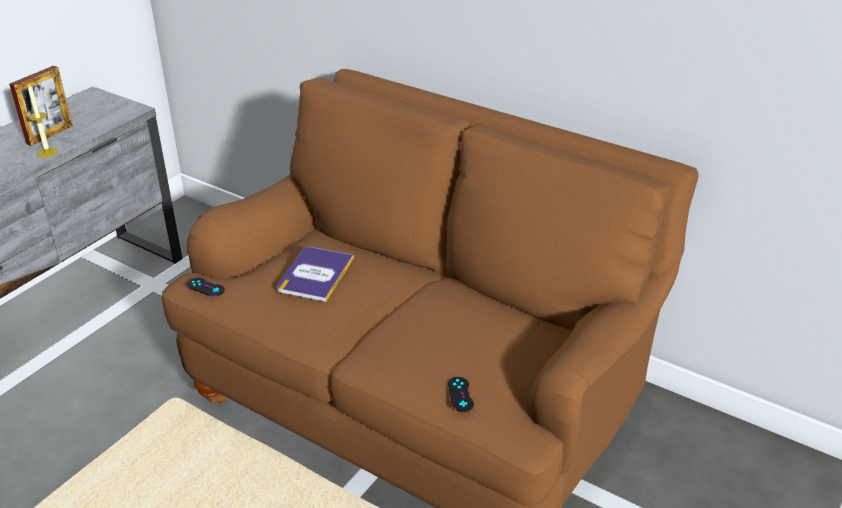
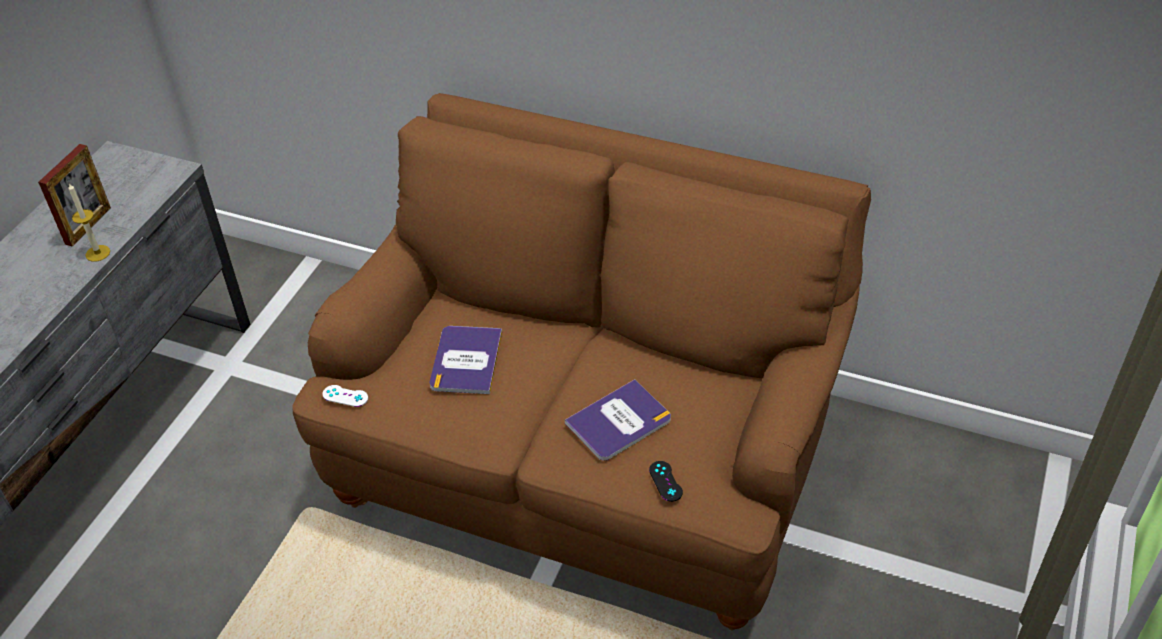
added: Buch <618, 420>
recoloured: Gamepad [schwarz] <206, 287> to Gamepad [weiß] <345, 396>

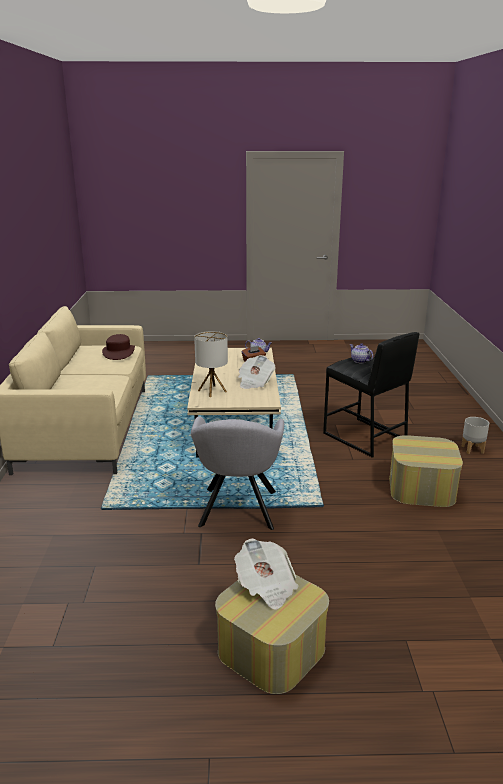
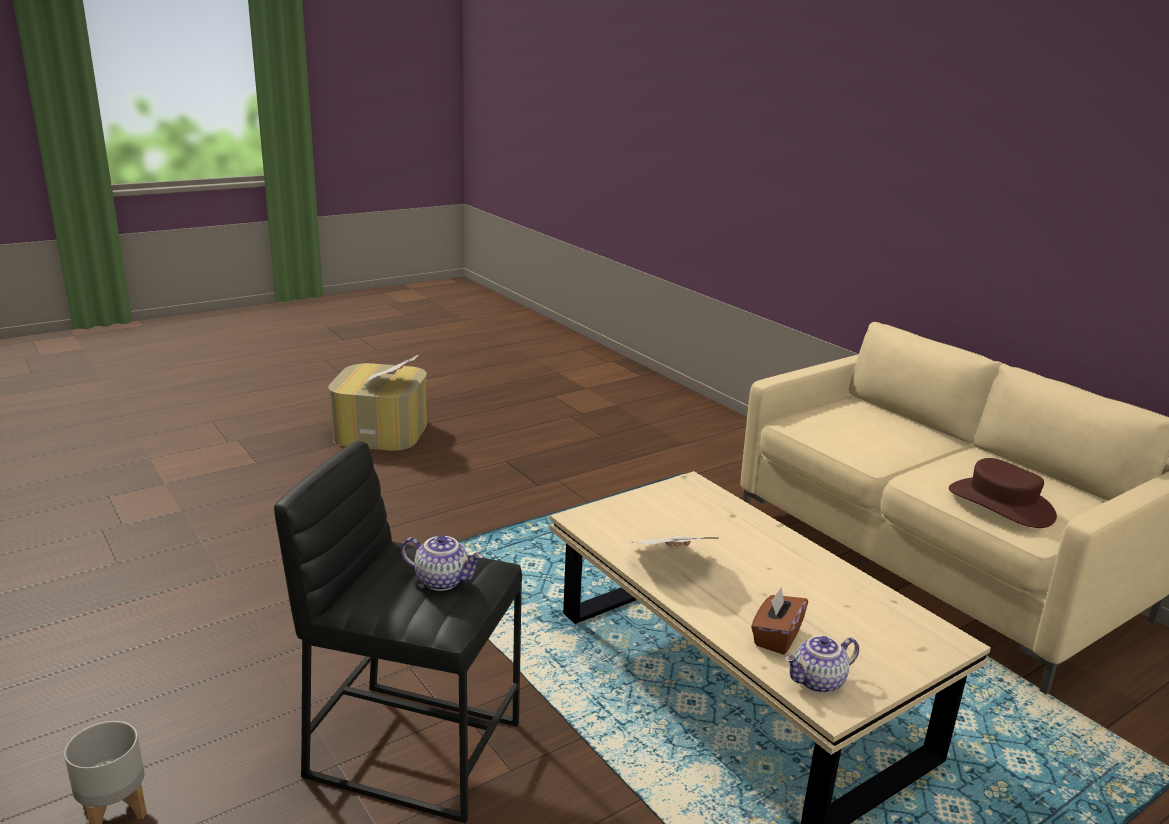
removed: Tischlampe <211, 364>; Sessel [grau] <237, 473>; Polsterhocker <426, 471>

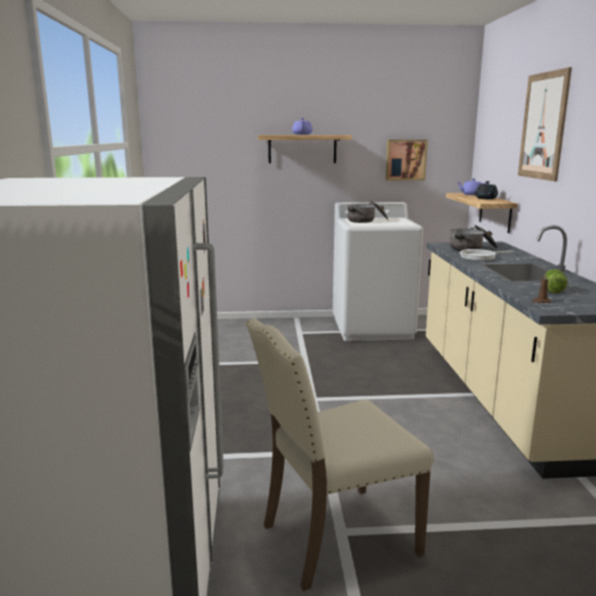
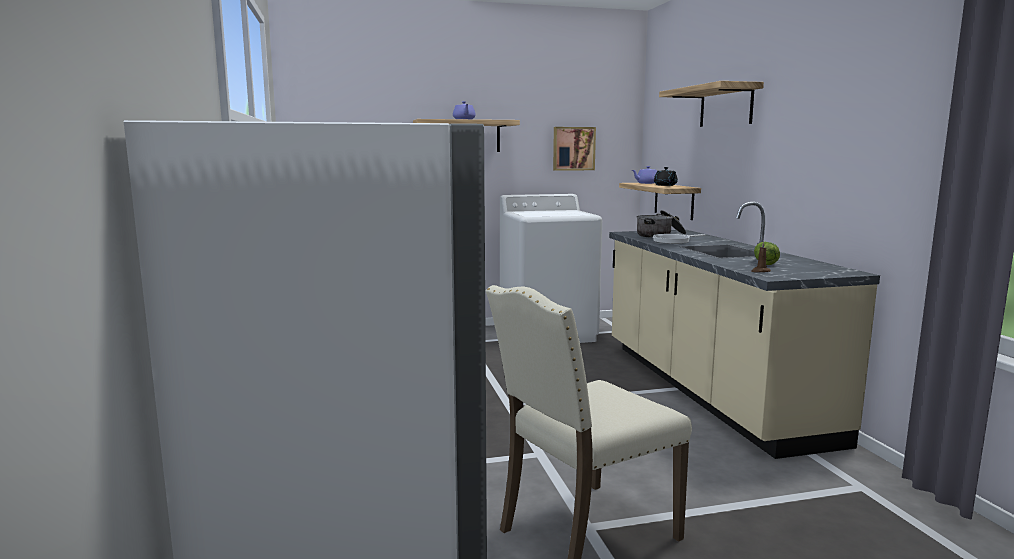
removed: Kochtopf <368, 212>
replaced: Bild <545, 124> to Wandregal <711, 104>

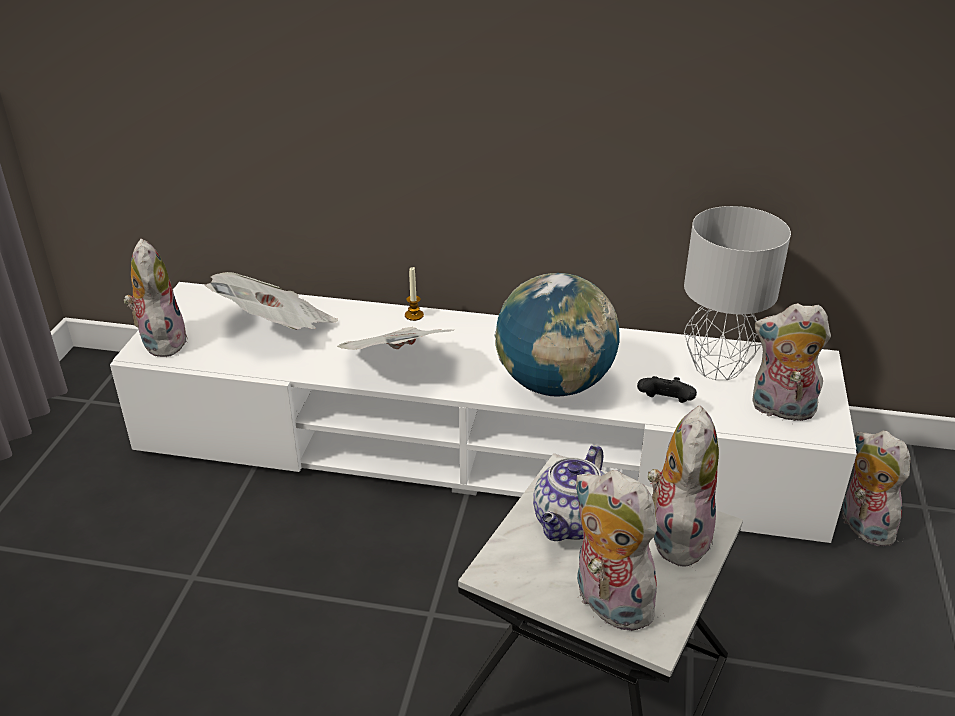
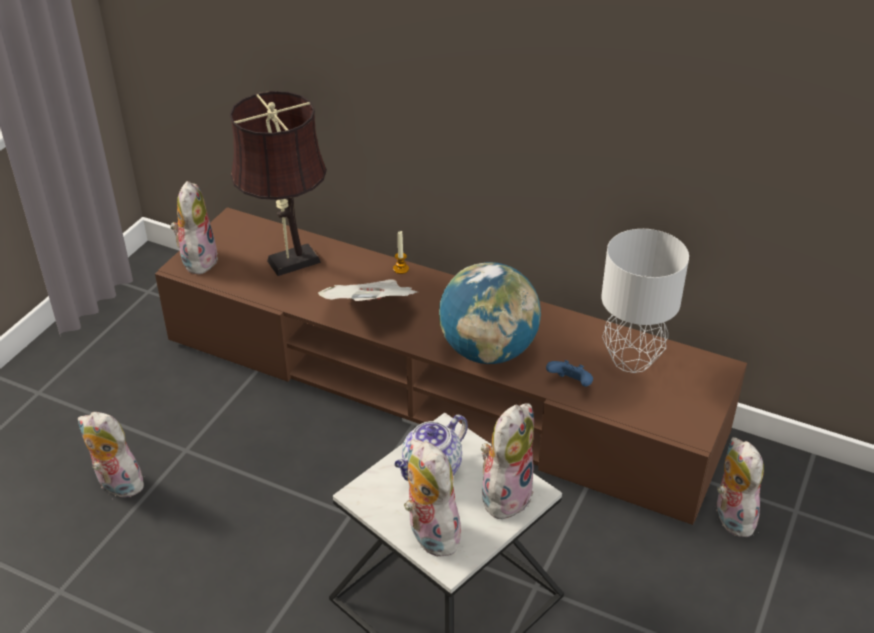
moved: Plüschtier <791, 362> to <113, 455>
replaced: Zeitung <271, 301> to Tischlampe [braun] <278, 183>
recoloured: Fernsehschrank [weiß] <483, 412> to Fernsehschrank [braun] <451, 366>; Gamepad [schwarz] <667, 389> to Gamepad [blau] <569, 373>

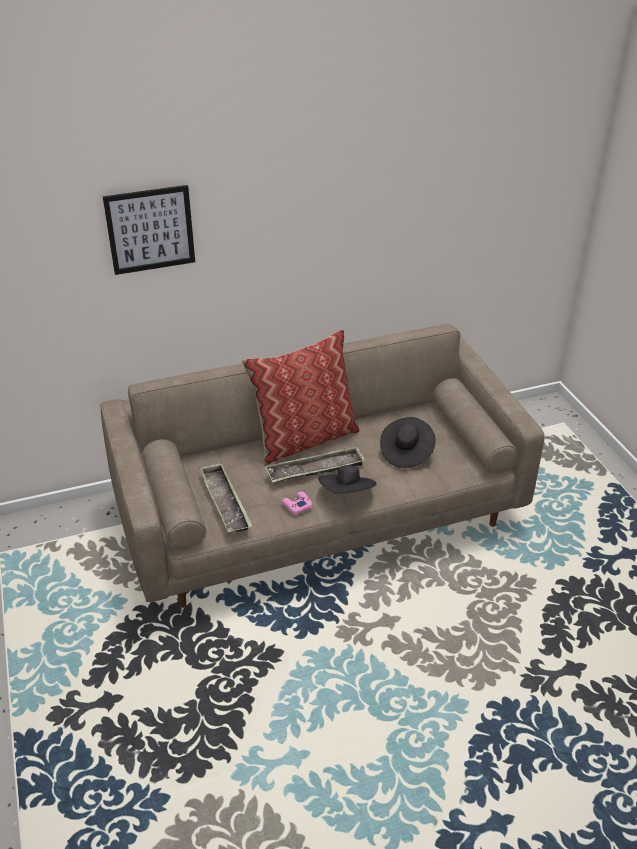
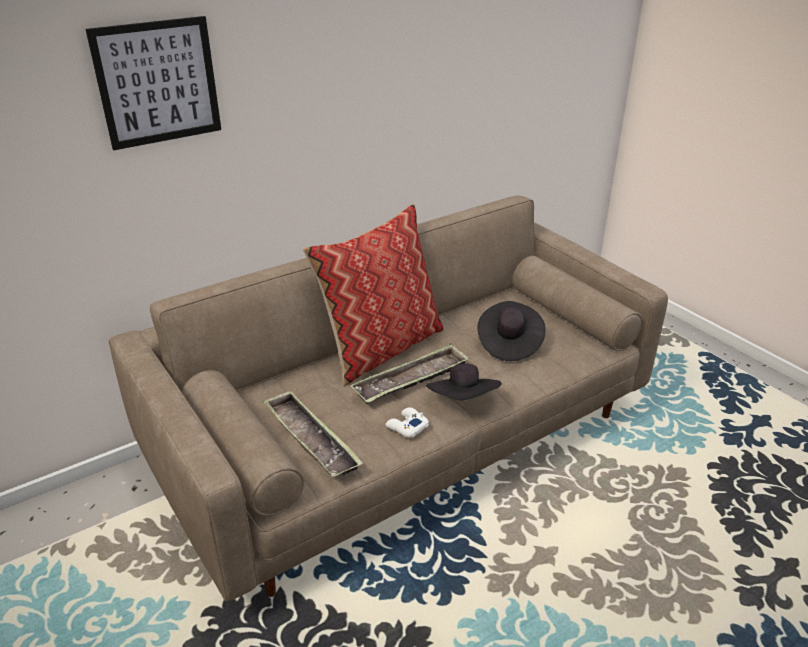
recoloured: Gamepad [rosa] <297, 502> to Gamepad [weiß] <407, 422>

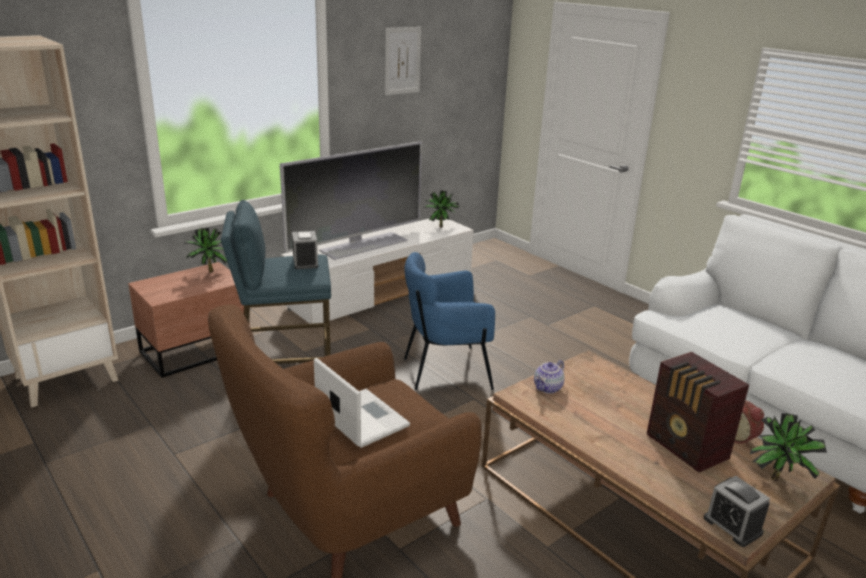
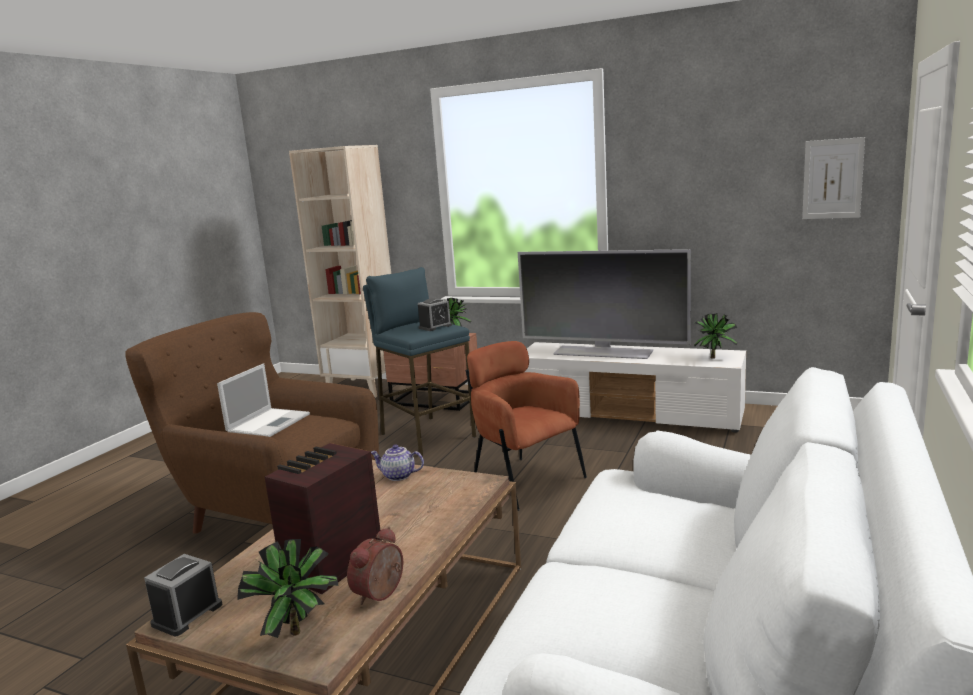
moved: Bild <403, 61> to <833, 178>
recoloured: Sessel [blau] <449, 321> to Sessel [braun] <526, 426>

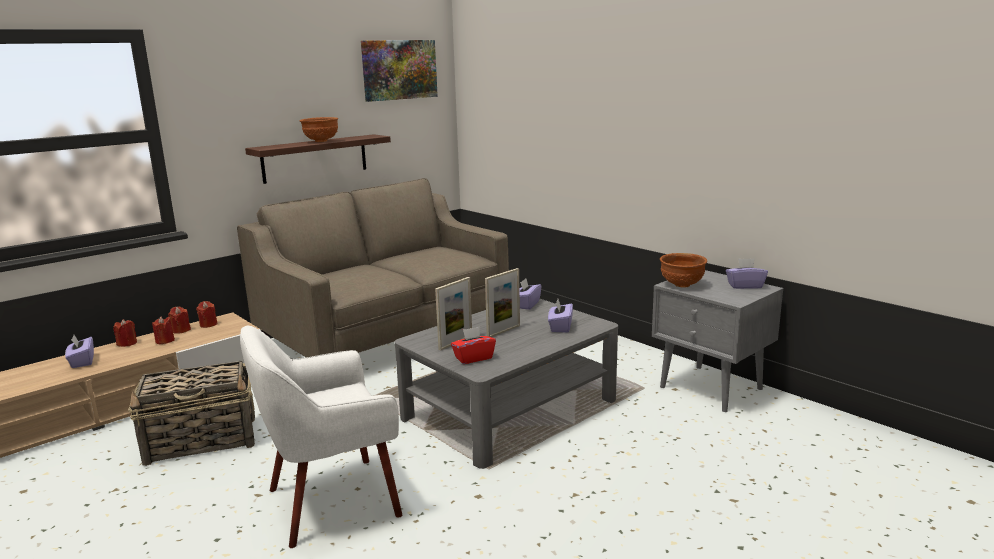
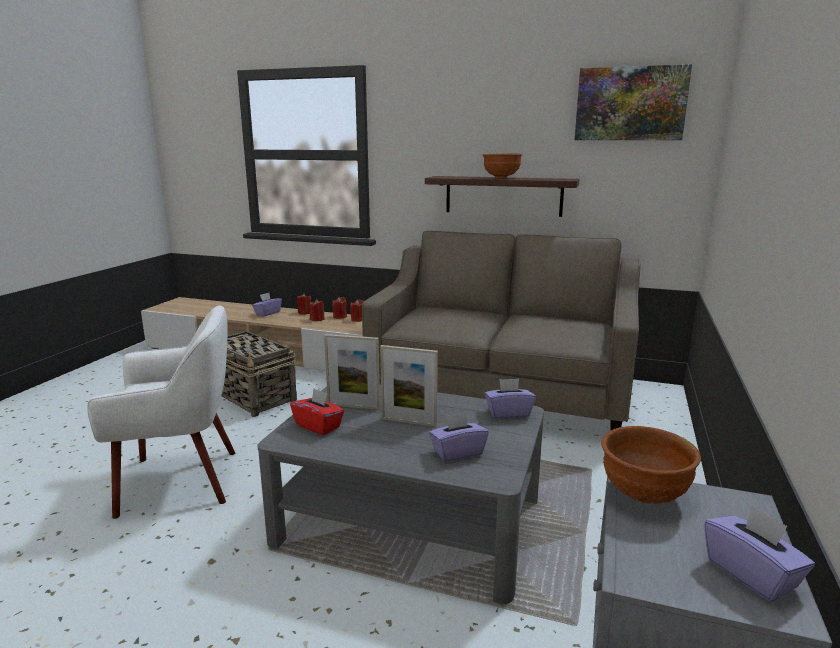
turned: Sessel [weiß] <321, 437> = <161, 412> 135 degrees clockwise

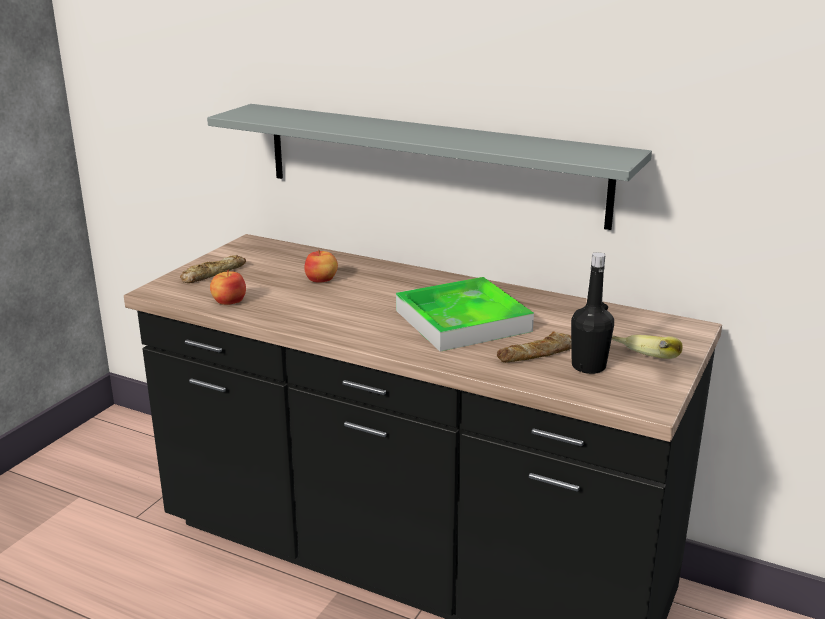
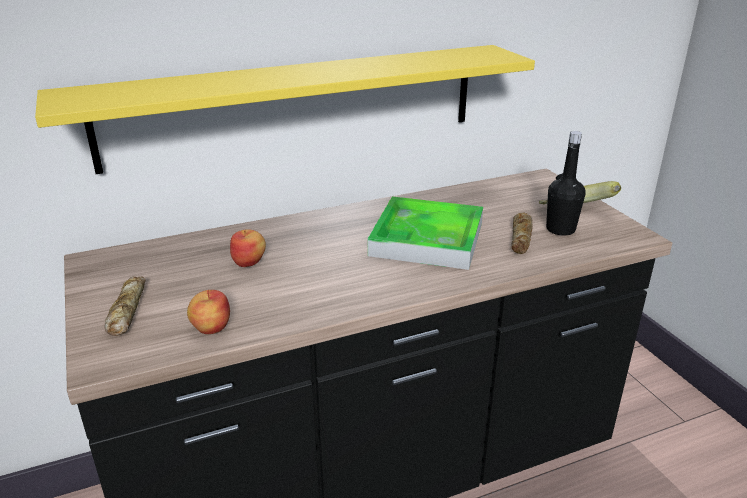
recoloured: Wandregal [grau] <429, 167> to Wandregal [gelb] <285, 109>

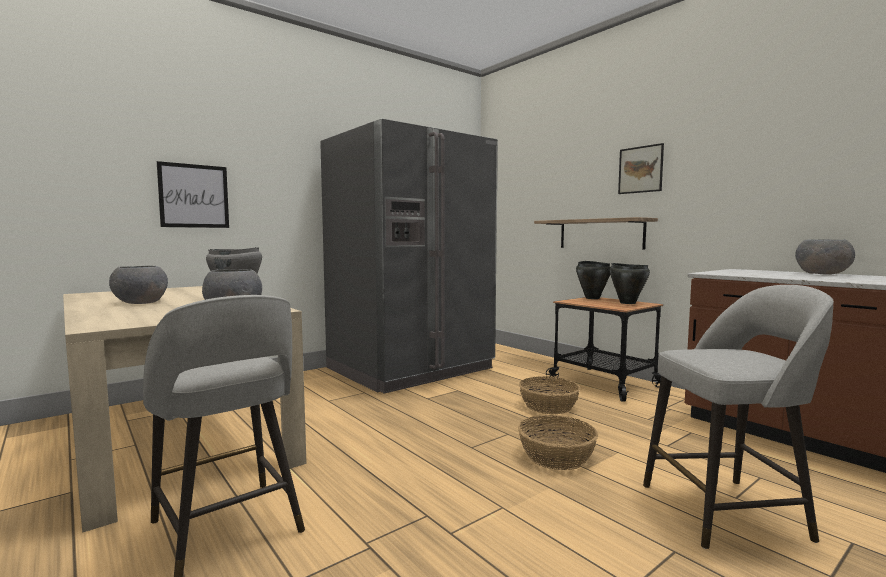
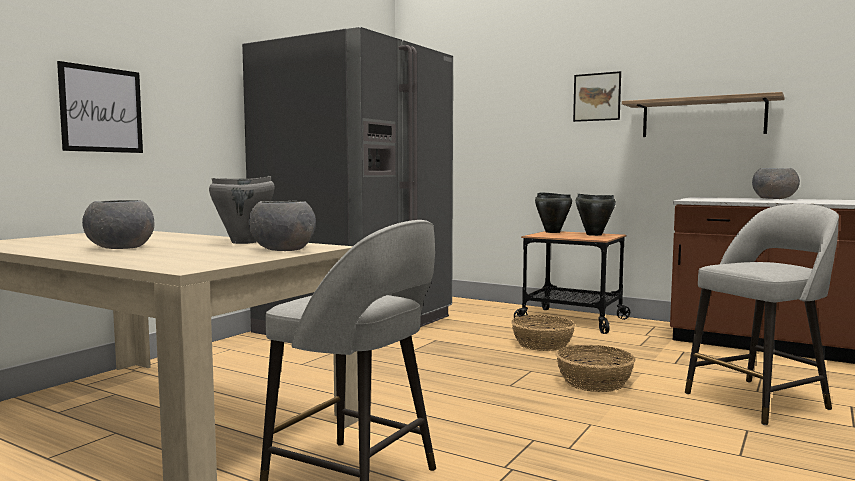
moved: Wandregal <596, 233> to <703, 114>

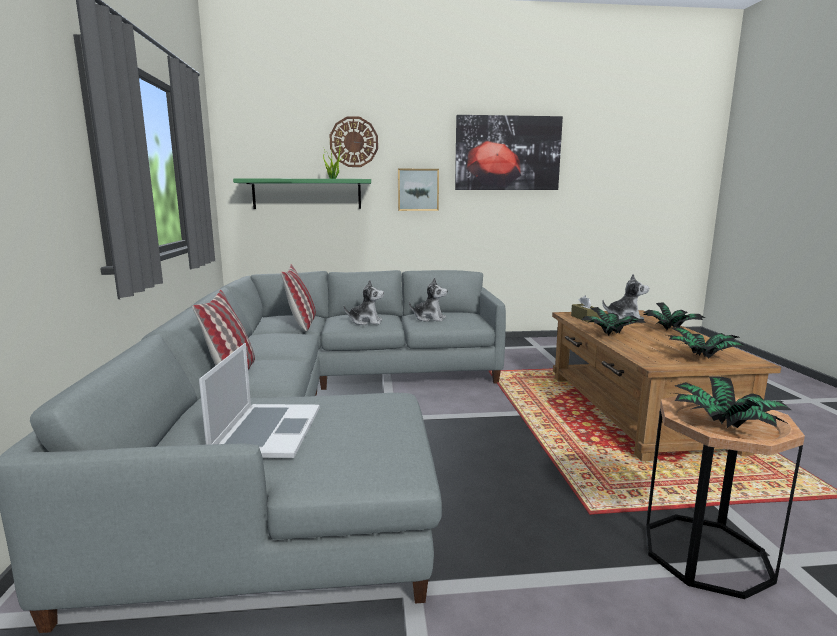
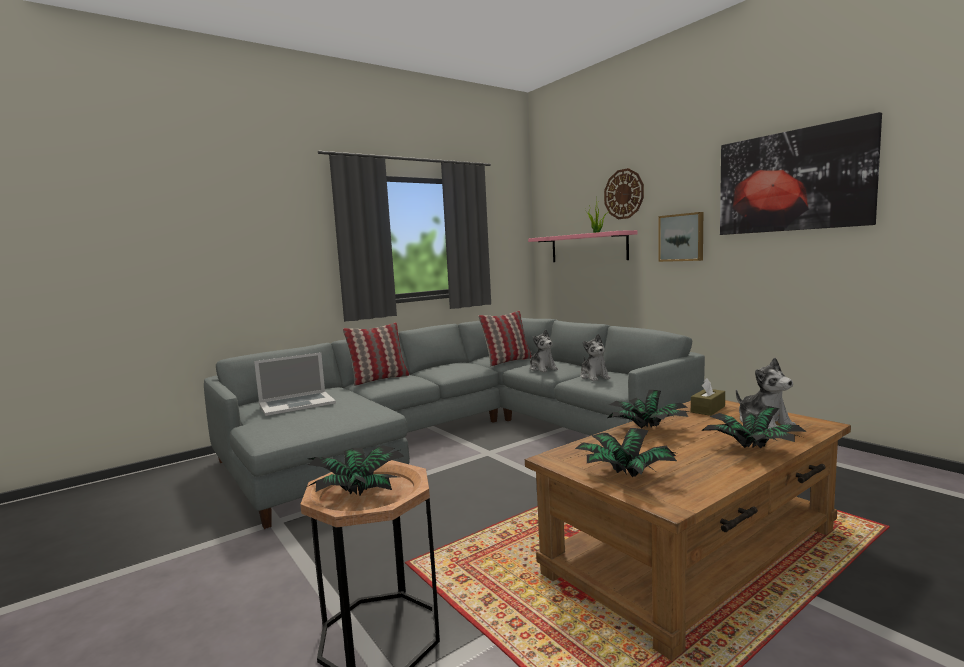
recoloured: Wandregal [grün] <302, 193> to Wandregal [rosa] <583, 246>

